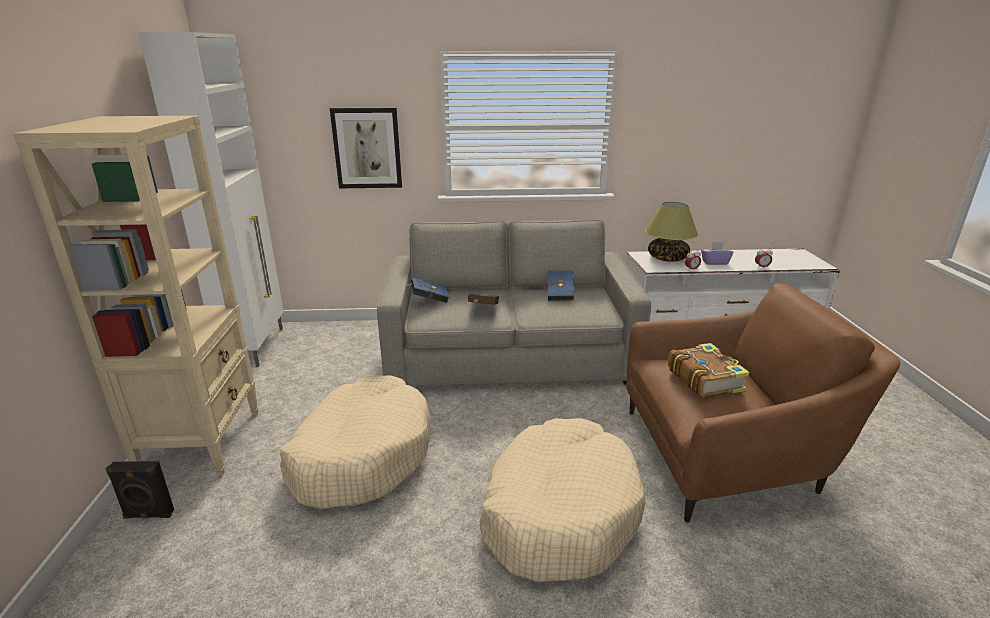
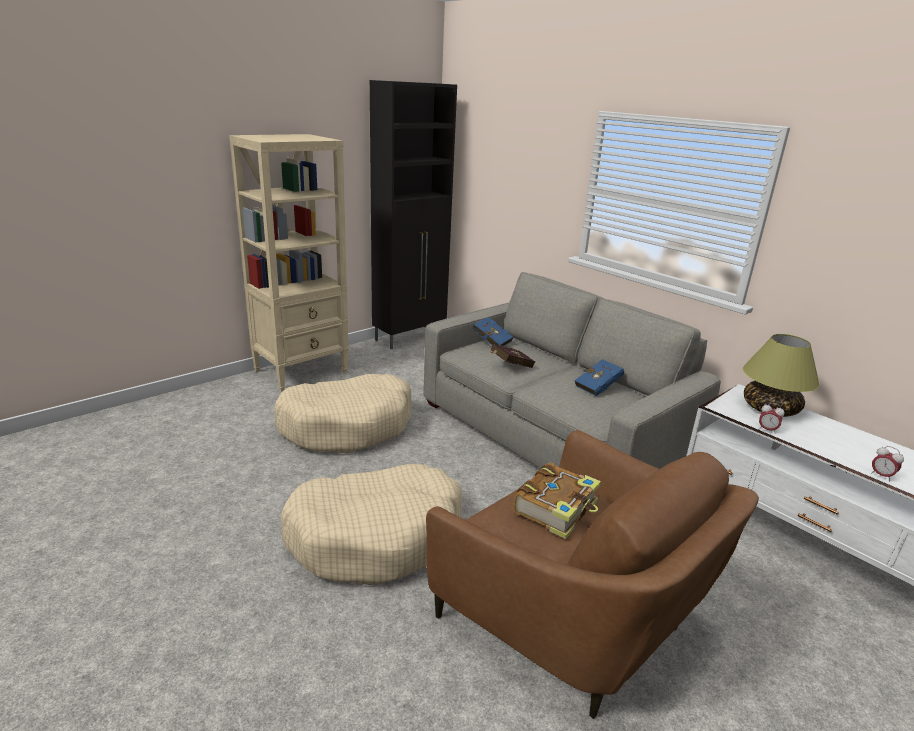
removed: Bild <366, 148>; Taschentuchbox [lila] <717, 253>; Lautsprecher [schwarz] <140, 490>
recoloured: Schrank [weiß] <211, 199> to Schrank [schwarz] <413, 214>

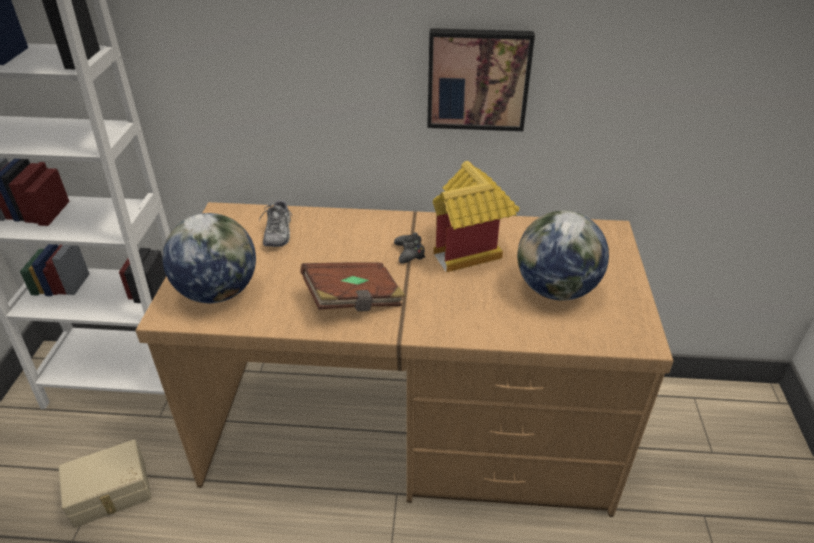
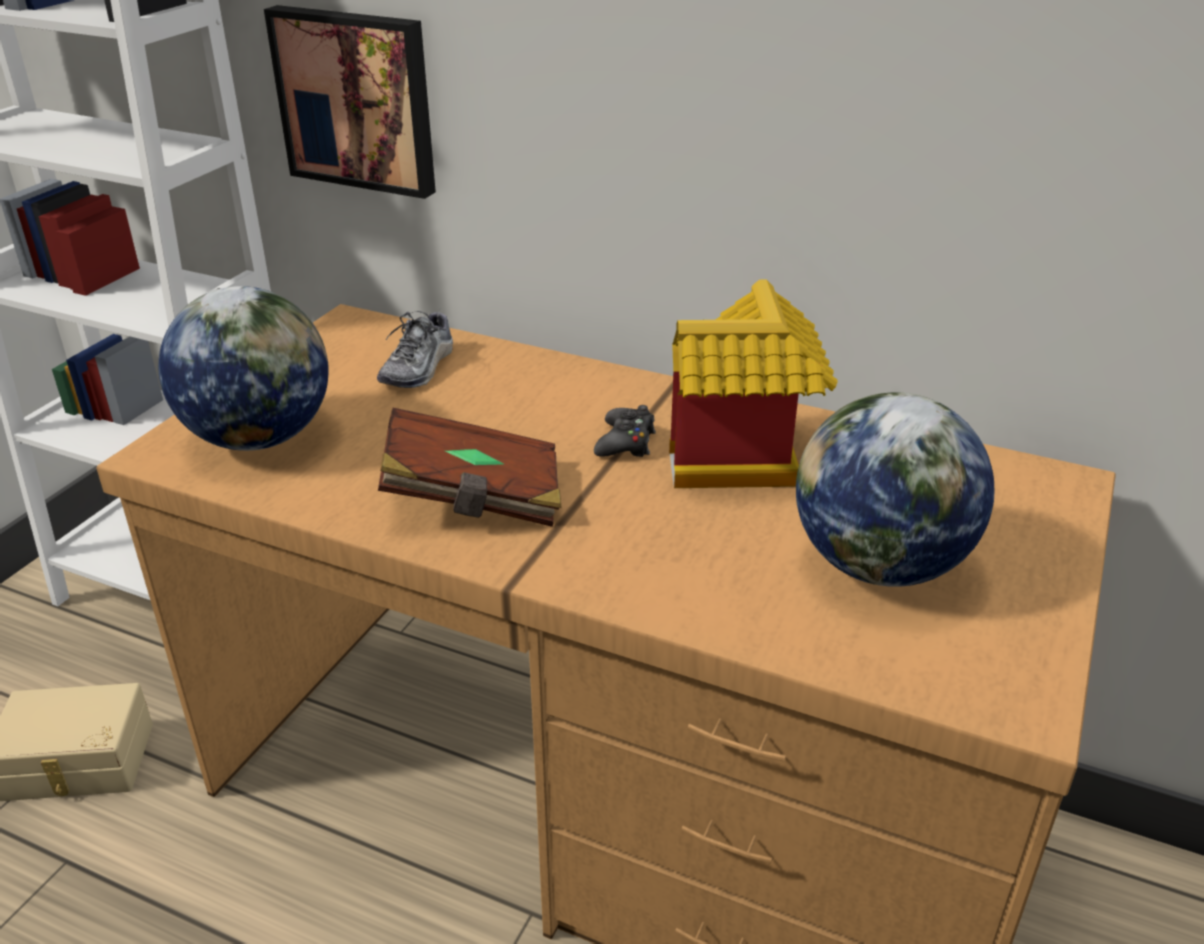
moved: Bild <481, 79> to <350, 102>

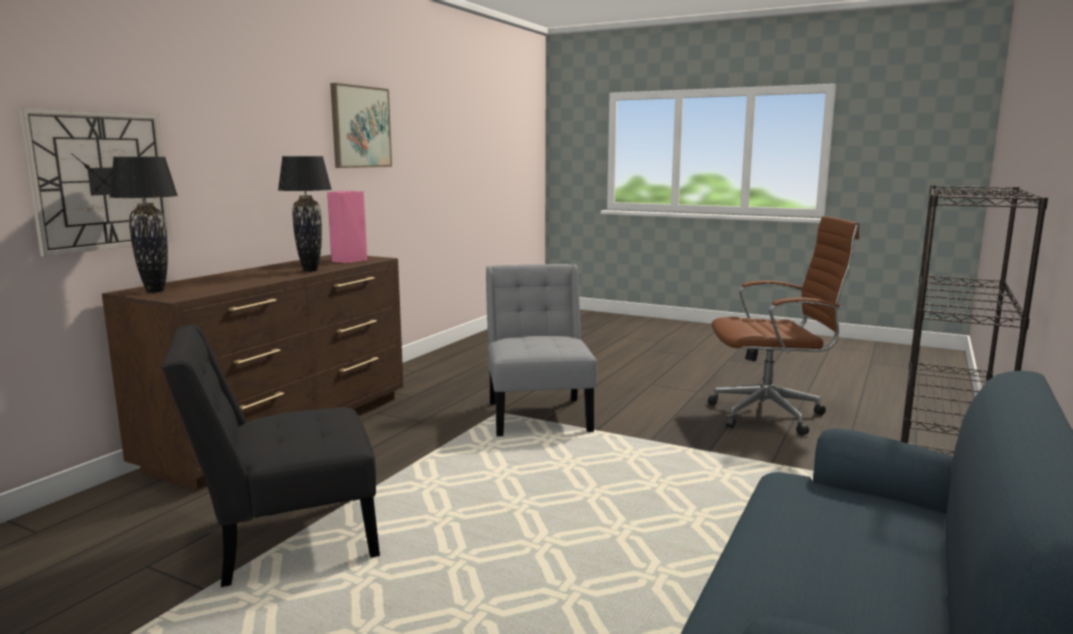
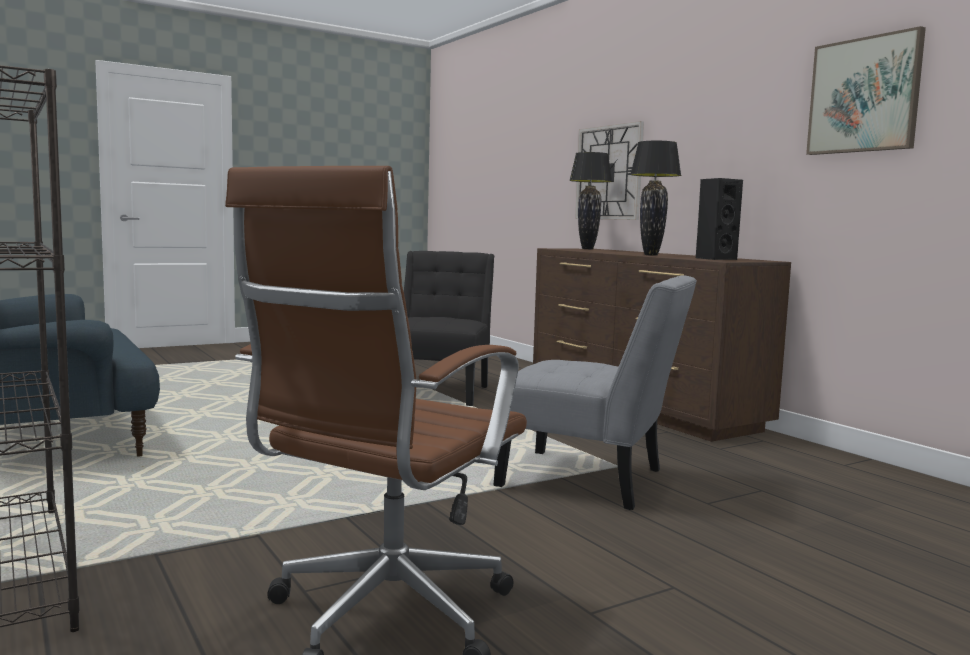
recoloured: Lautsprecher [rosa] <347, 227> to Lautsprecher [schwarz] <719, 219>

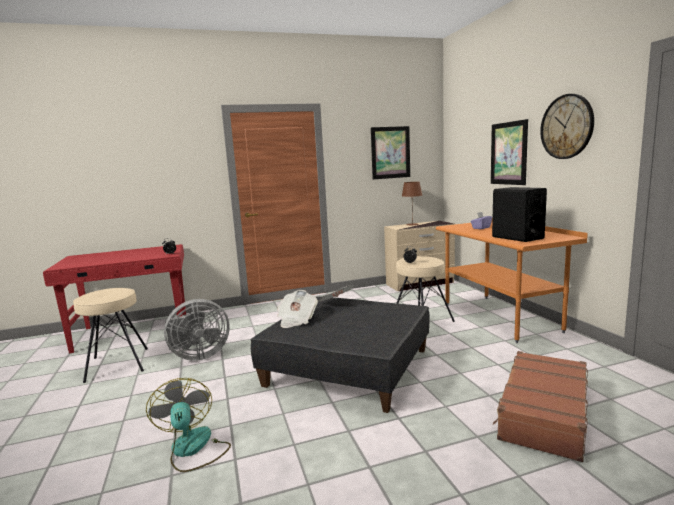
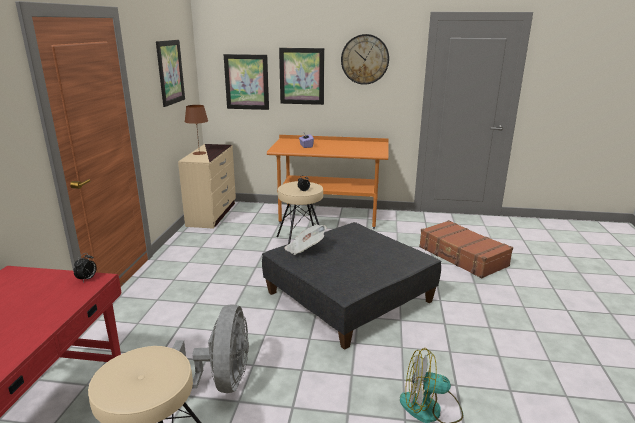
removed: Lautsprecher [schwarz] <519, 214>; Zeitung <297, 309>
added: Bild <246, 82>

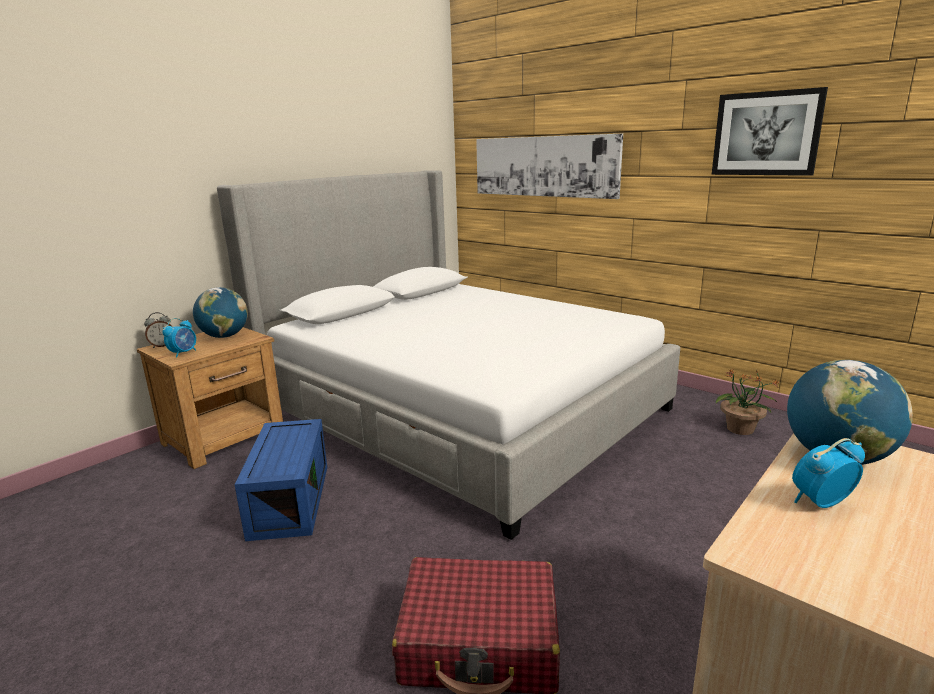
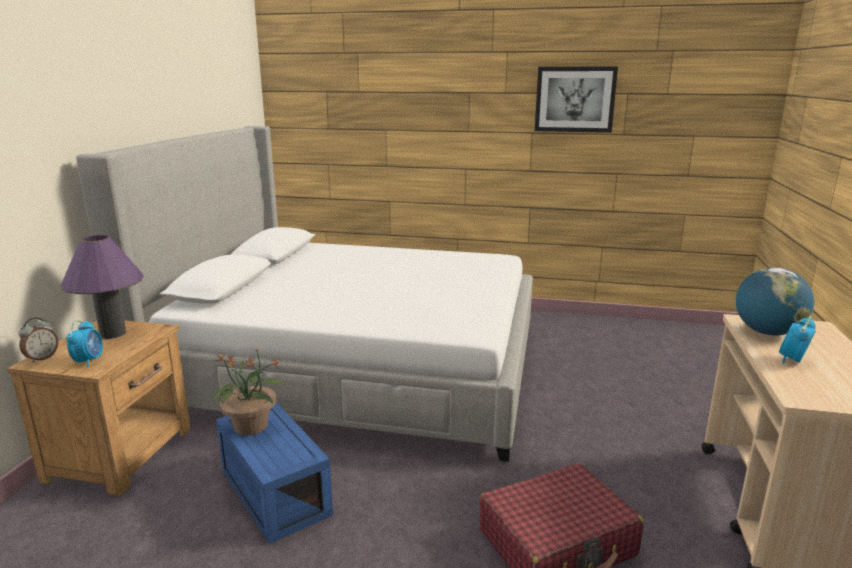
removed: Bild <549, 166>
moved: Topfpflanze <747, 401> to <249, 392>
replaced: Globus <220, 312> to Tischlampe [lila] <102, 287>

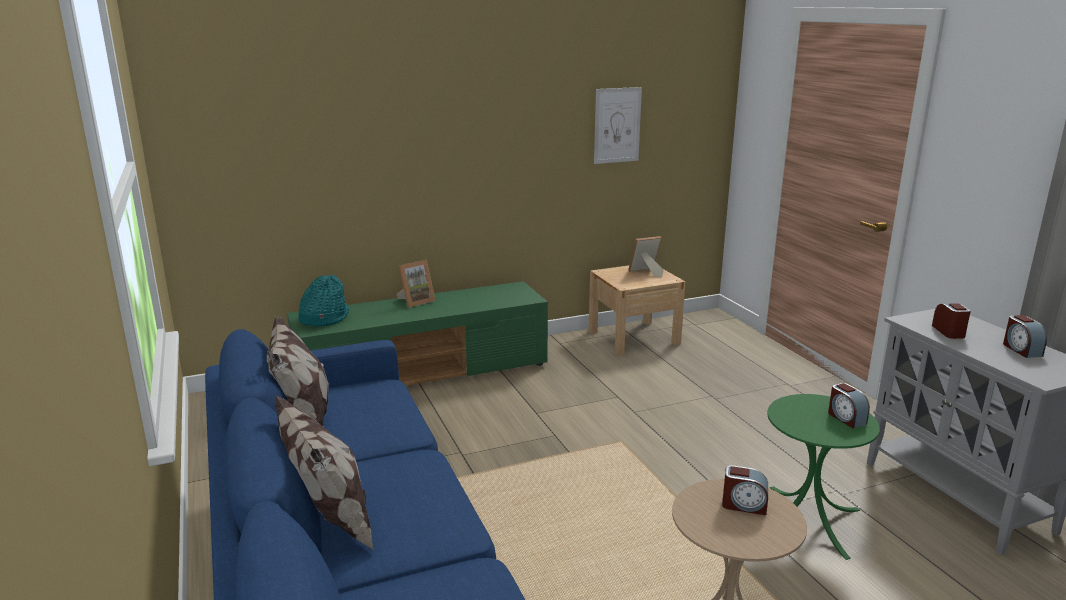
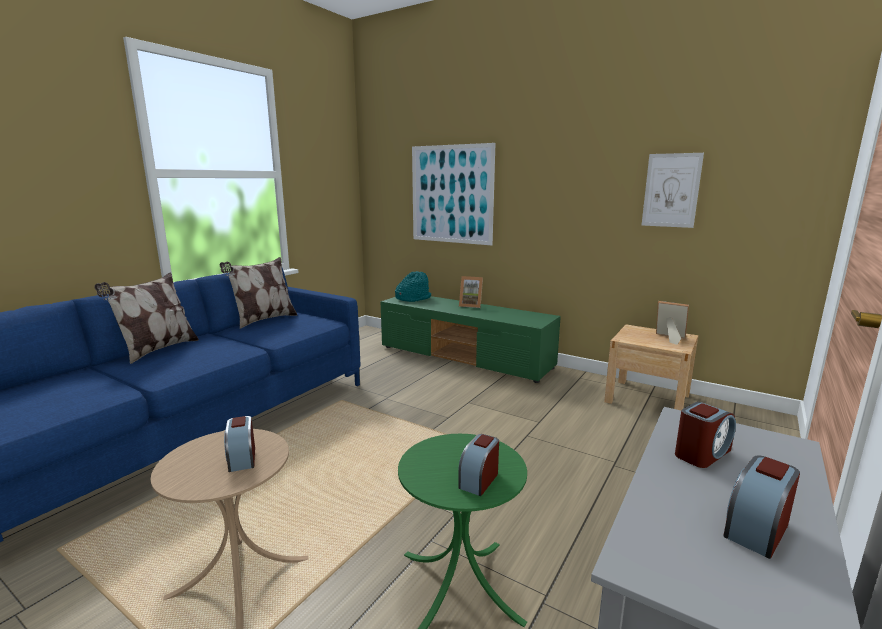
added: Bild <453, 194>

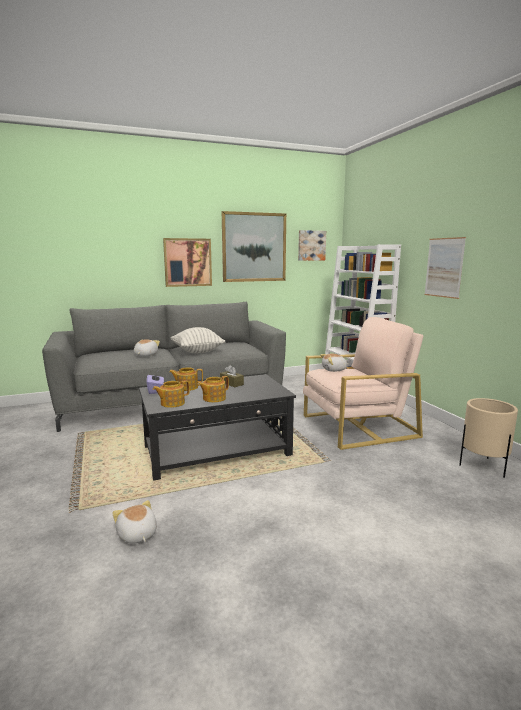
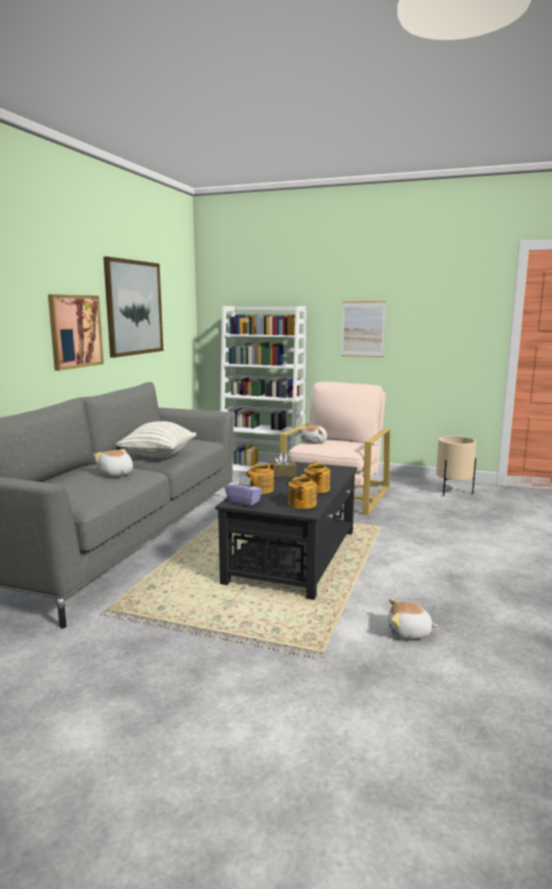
removed: Bild <312, 245>

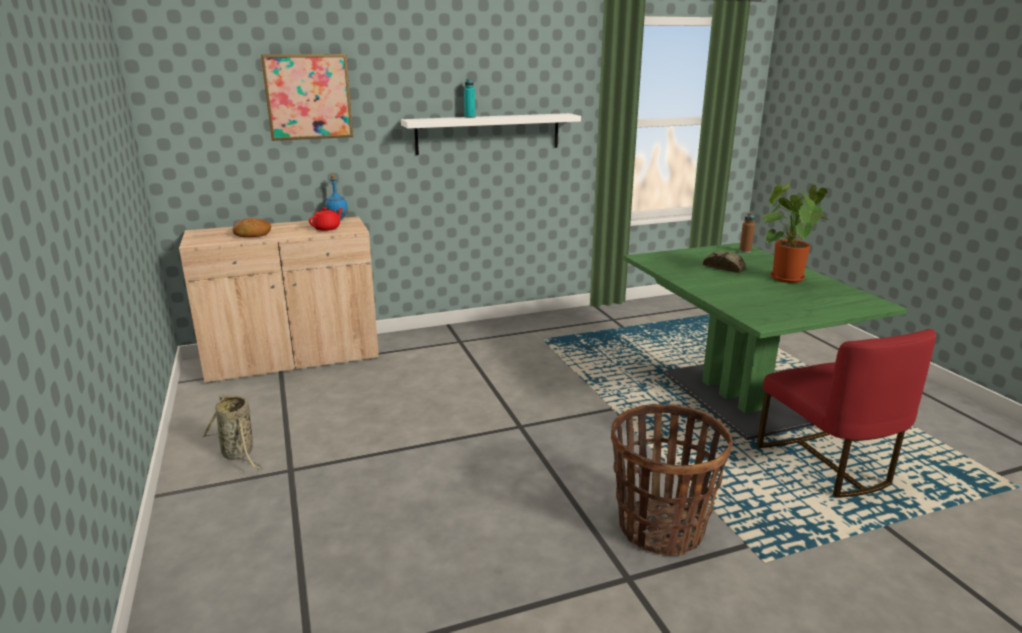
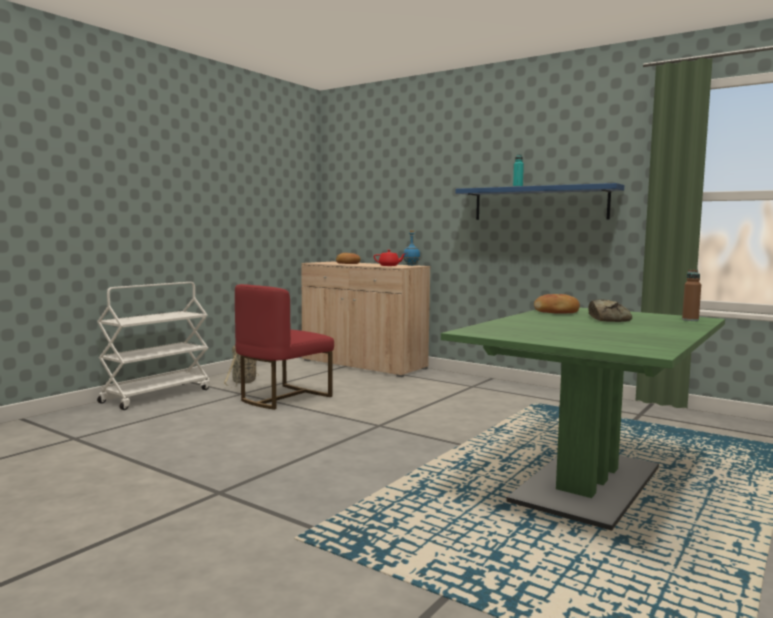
removed: Bild <307, 97>; Topfpflanze <798, 233>; Korb <672, 480>
added: Rollwagen [weiß] <153, 346>; Brot <557, 304>
moved: Stuhl [rot] <846, 413> to <284, 347>
recoloured: Wandregal [weiß] <491, 134> to Wandregal [blau] <540, 201>

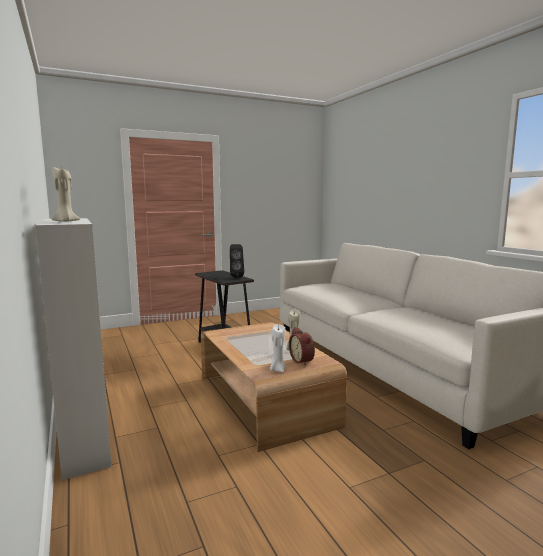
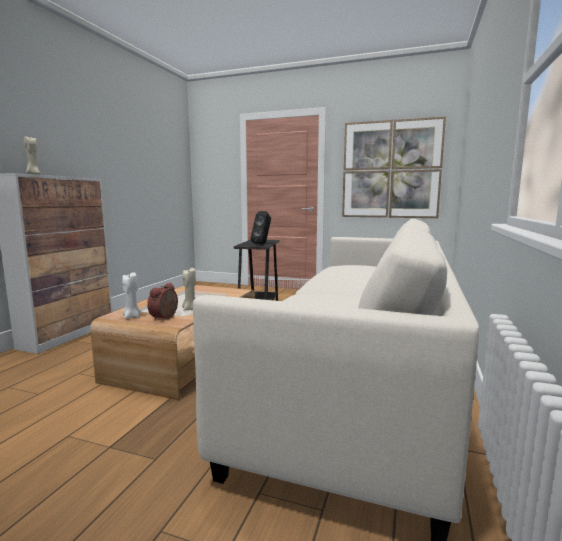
added: Bild <394, 167>

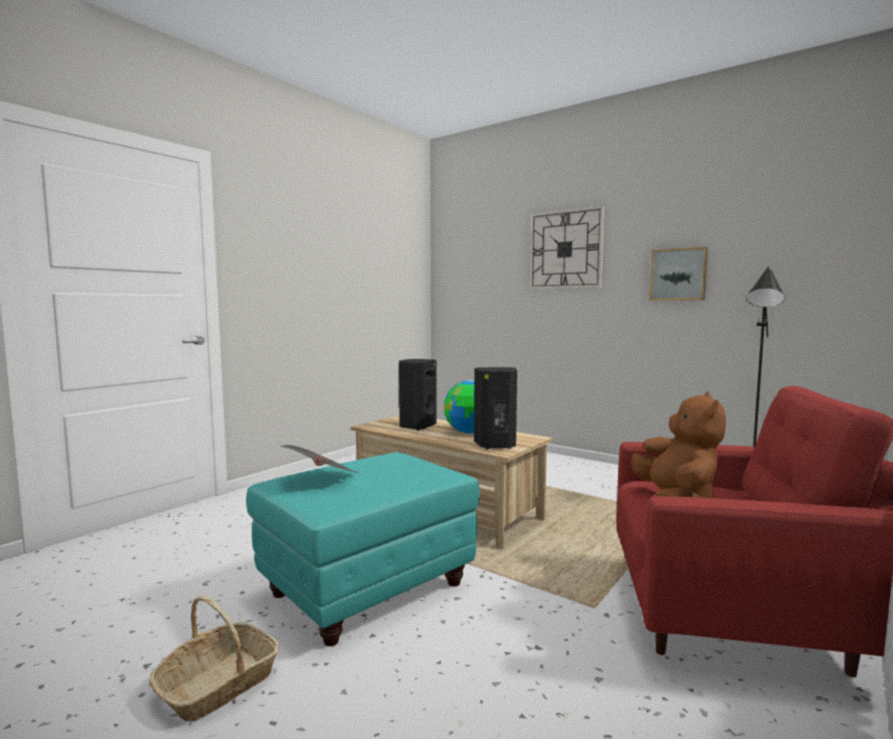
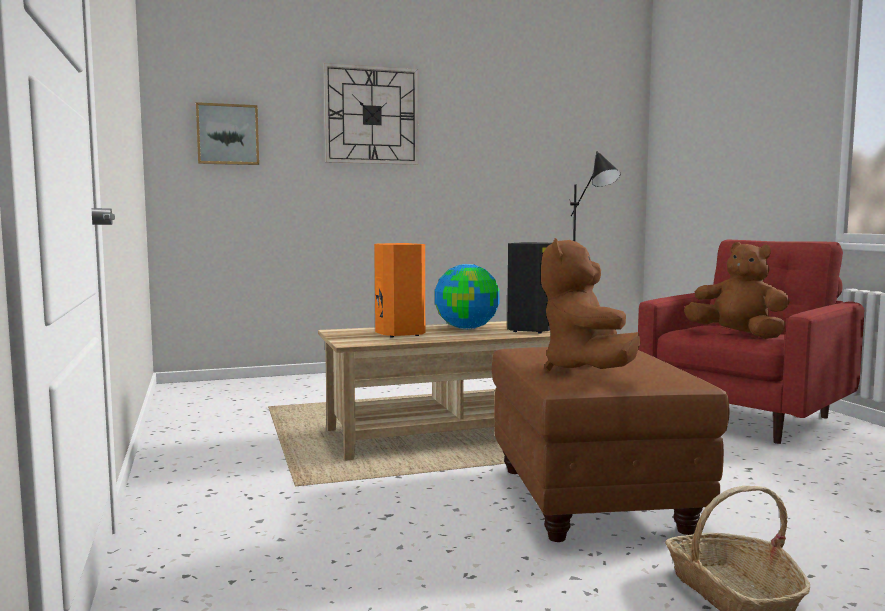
moved: Bild <679, 274> to <227, 133>
replaced: Zeitung <318, 458> to Plüschtier [braun] <590, 304>
recoloured: Lautsprecher [schwarz] <418, 394> to Lautsprecher [orange] <399, 290>; Polsterhocker [türkis] <363, 549> to Polsterhocker [braun] <611, 444>

